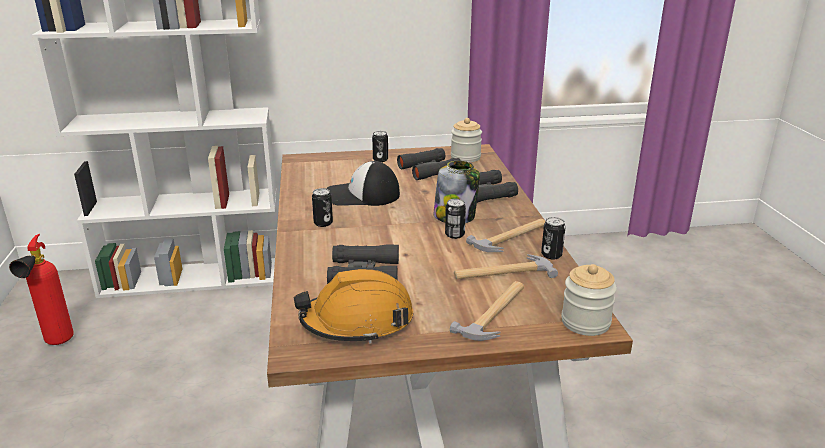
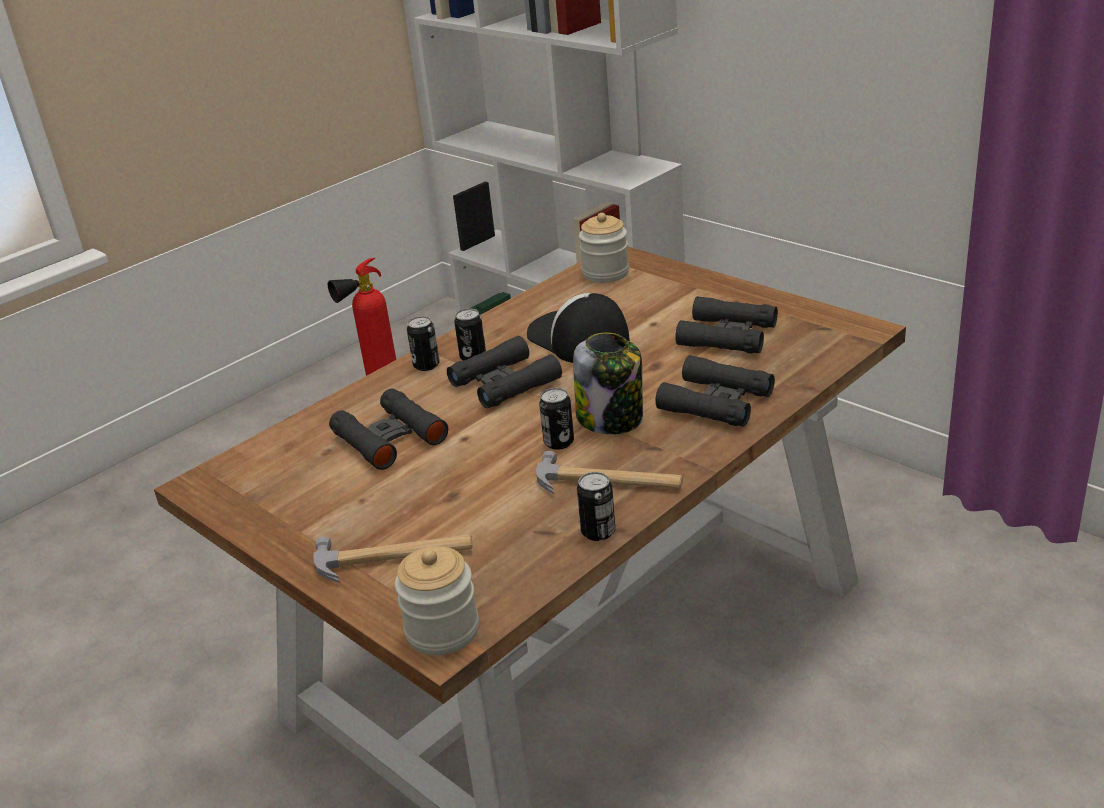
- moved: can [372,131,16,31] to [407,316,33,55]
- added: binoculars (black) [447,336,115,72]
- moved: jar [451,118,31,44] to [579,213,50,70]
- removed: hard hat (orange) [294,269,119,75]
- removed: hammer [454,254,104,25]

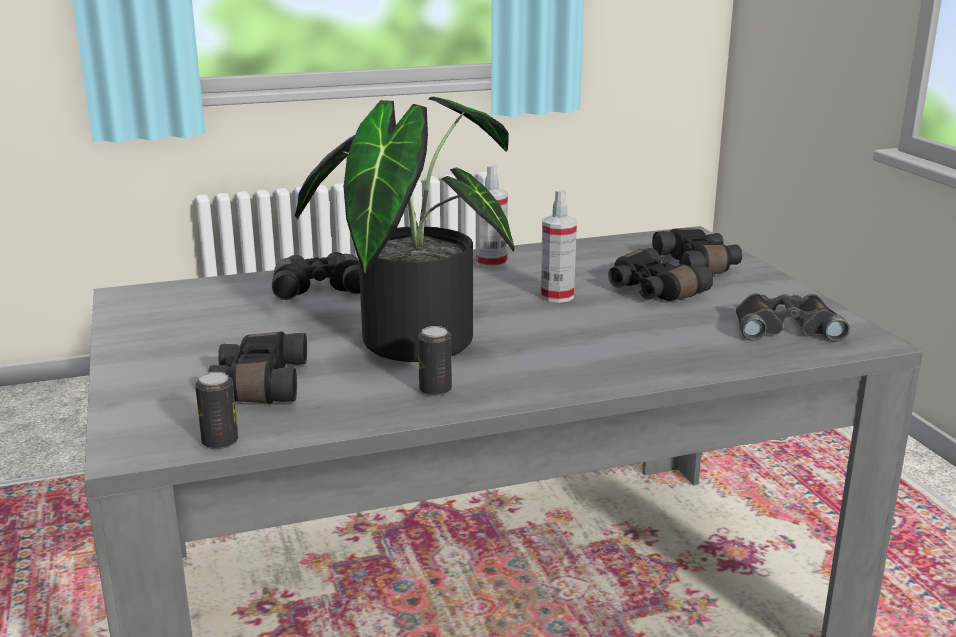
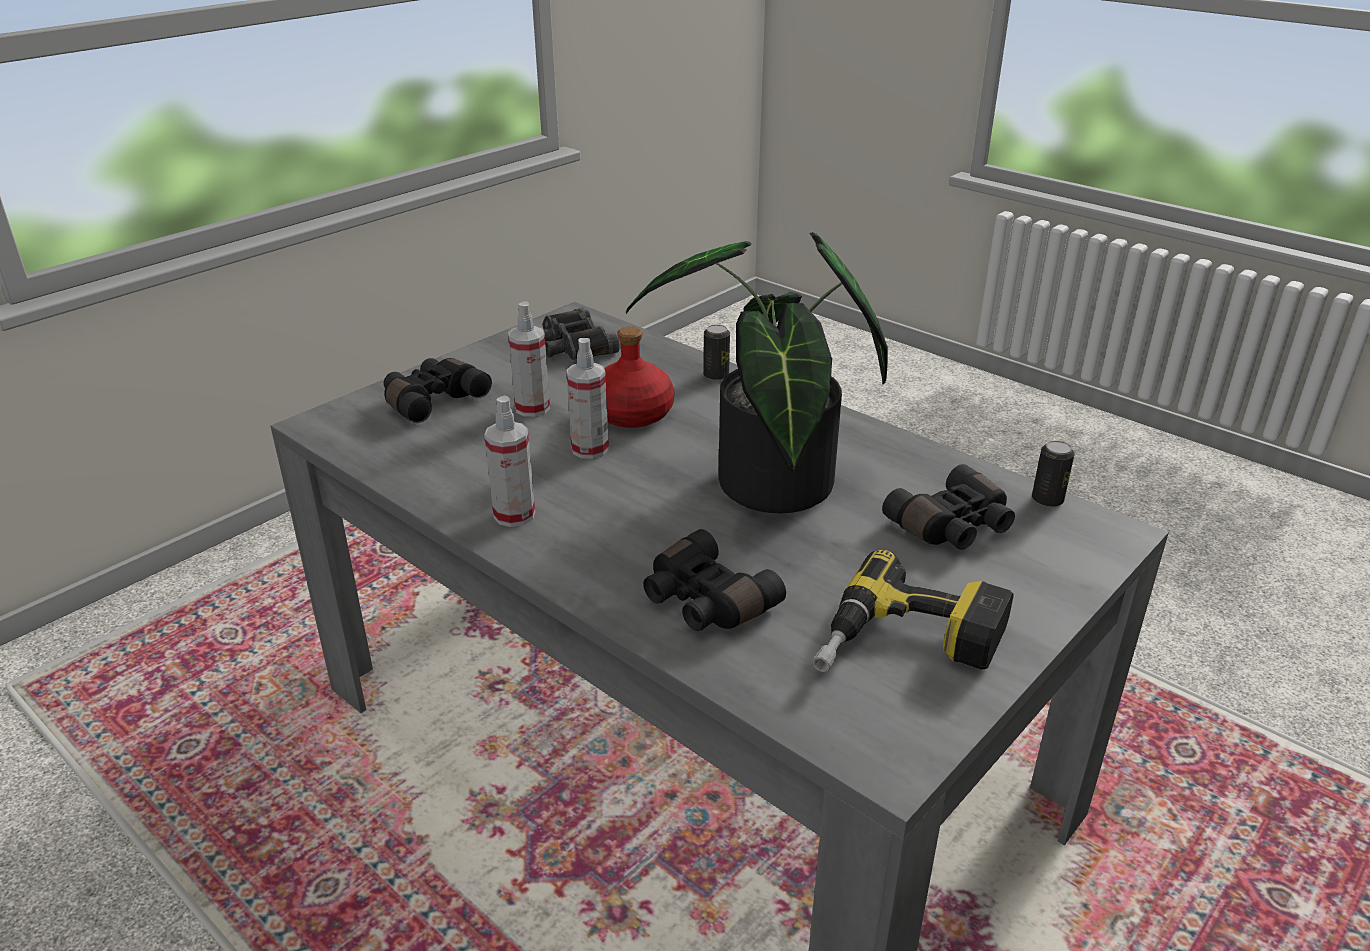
- replaced: binoculars (black) [608,248,105,53] to spray bottle [508,301,42,116]
- added: bottle (red) [604,326,70,102]
- moved: can [418,326,34,70] to [703,325,27,56]
- added: power drill [812,550,202,122]

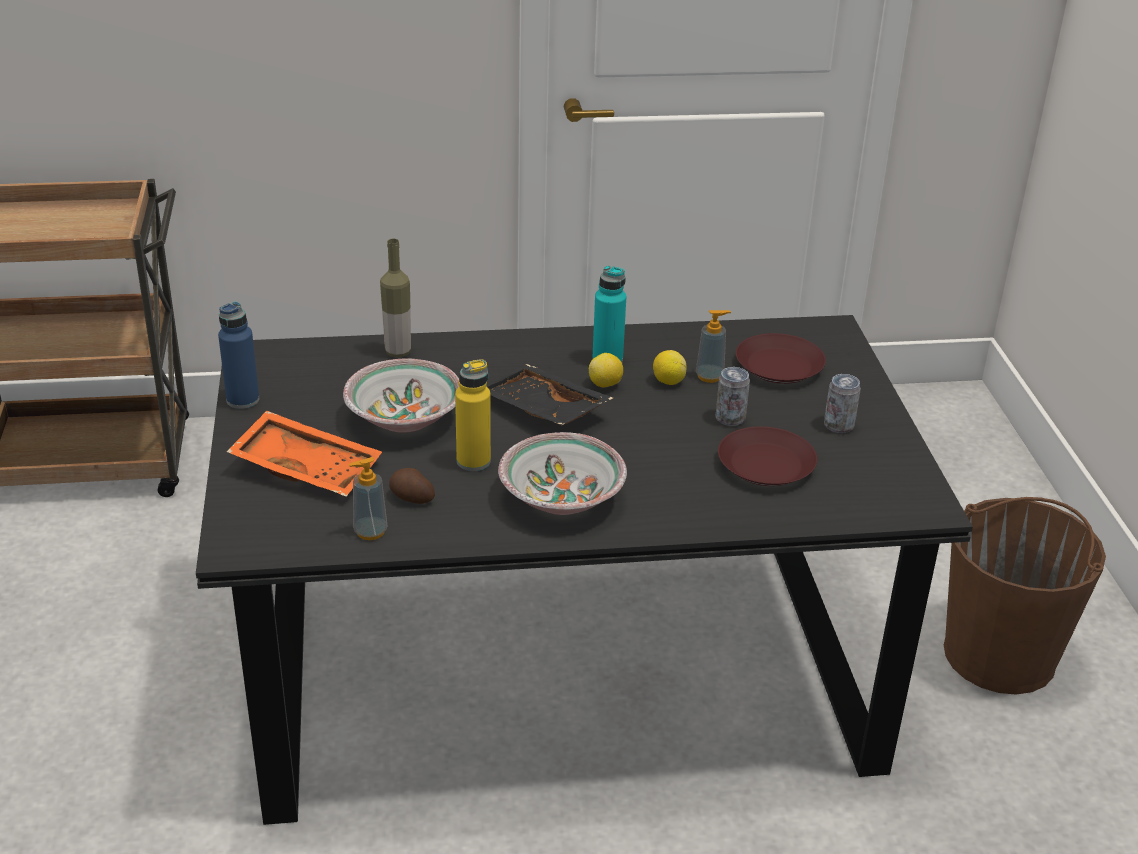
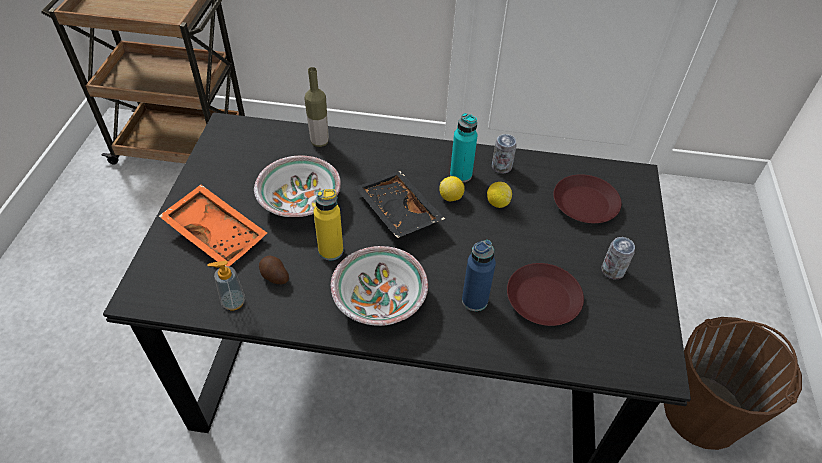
- moved: bottle (blue) [218,302,41,107] to [462,240,34,71]
- moved: can [715,367,35,59] to [492,134,24,39]
- removed: soap dispenser [696,310,35,73]

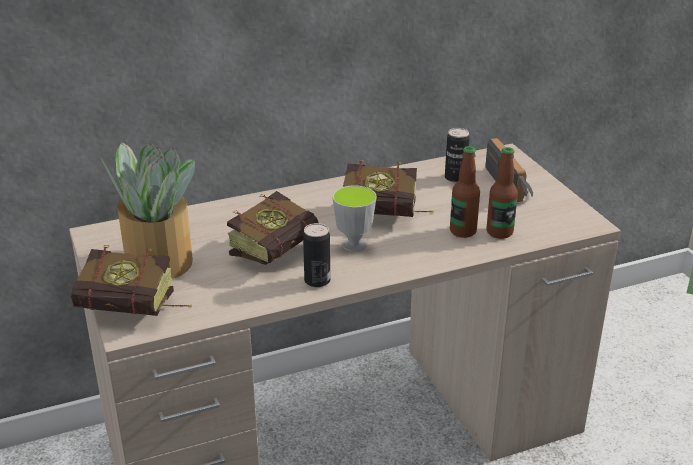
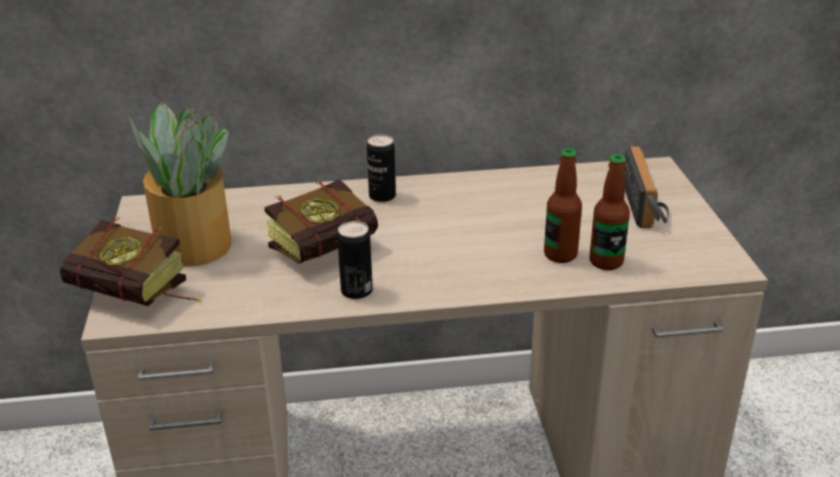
- moved: can [445,128,25,55] to [367,135,29,67]
- removed: cup [332,185,45,67]
- removed: book [343,160,91,57]

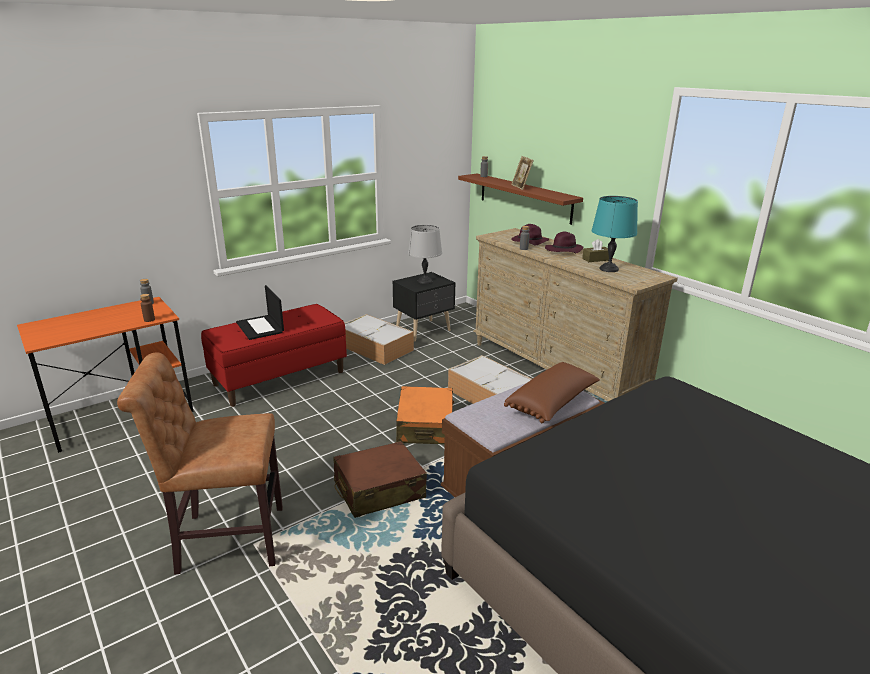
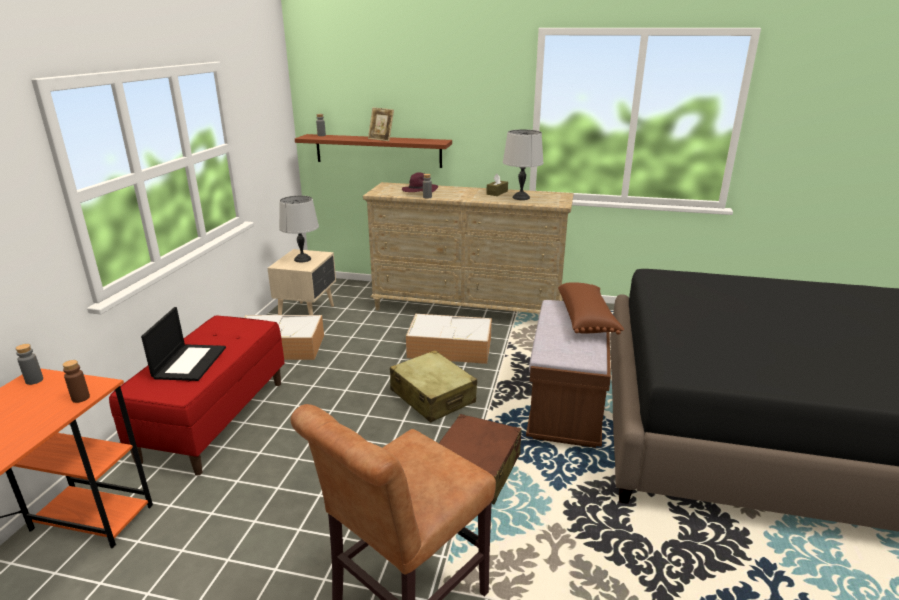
- turned: laptop [236,285,48,55] = [141,307,85,74] 105 degrees counterclockwise
- recoloured: nightstand (black) [393,272,63,70] to nightstand (beige) [267,249,69,66]
- recoloured: suitcase (orange) [396,386,58,58] to suitcase (beige) [390,350,87,73]
- recoloured: table lamp (turquoise) [592,196,46,76] to table lamp (grey) [503,129,41,71]
- removed: hat (purple) [545,232,39,21]

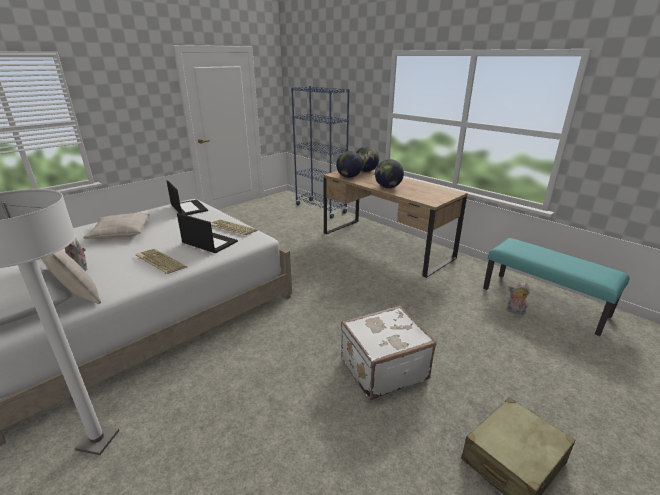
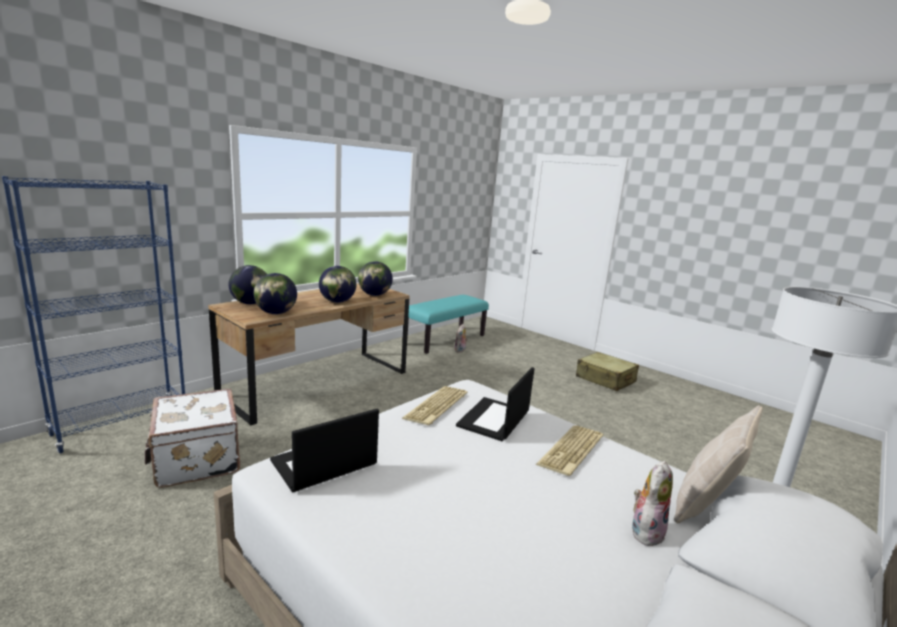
- moved: suitcase (white) [341,305,96,95] to [145,389,95,99]
- added: globe [358,261,35,35]
- removed: pillow (beige) [83,213,67,26]

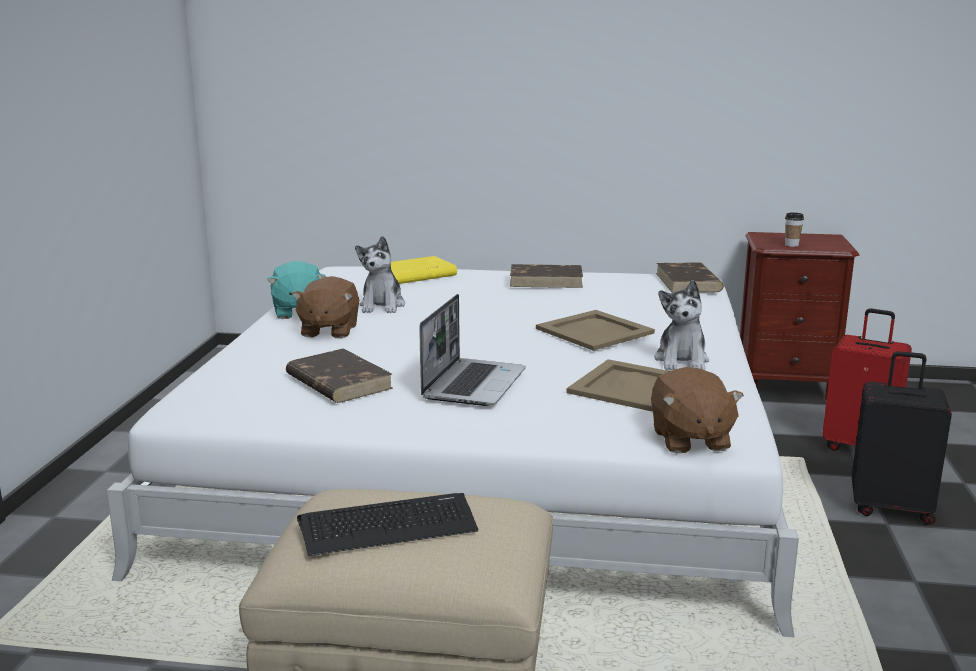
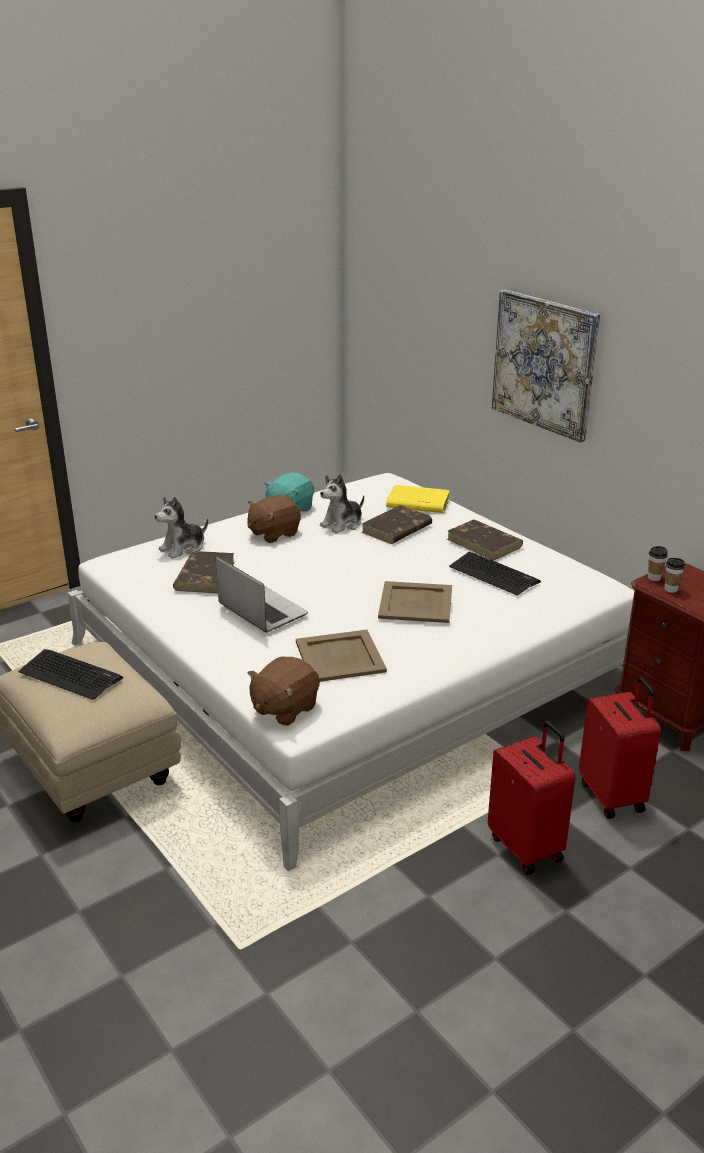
- moved: plush toy [654,280,55,90] to [155,496,53,63]
- turned: laptop [419,294,107,112] = [216,556,92,77] 105 degrees counterclockwise
- moved: book (brown) [656,262,68,31] to [362,505,70,39]
- added: keyboard [449,552,92,44]
- recoloured: suitcase (black) [852,351,100,174] to suitcase (red) [488,721,88,154]
- added: picture [492,289,108,154]
- added: cup [648,546,20,35]

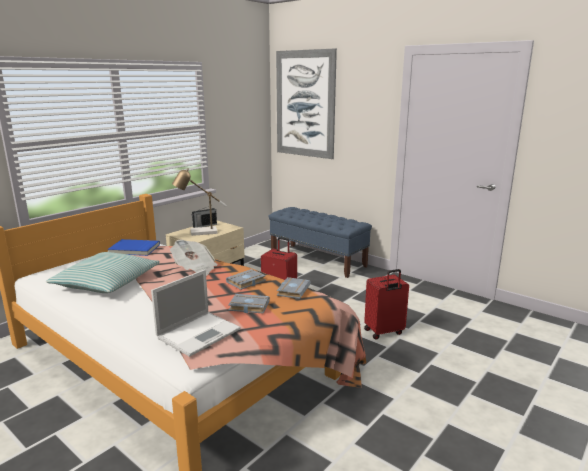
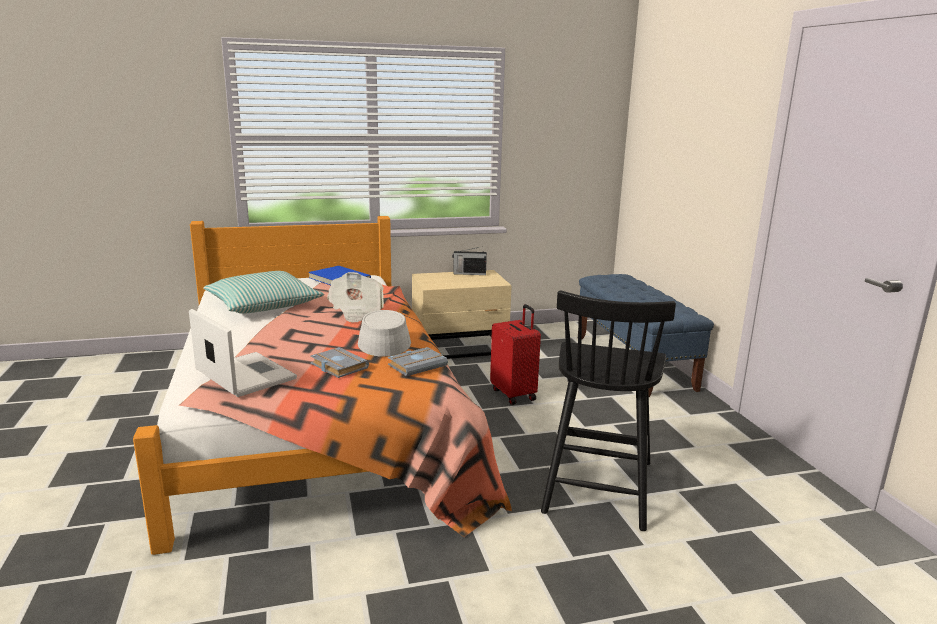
- turned: laptop [151,270,90,87] = [189,309,108,88] 120 degrees counterclockwise
- replaced: book (grey) [226,269,40,21] to hat (grey) [358,310,53,47]
- replaced: suitcase (red) [364,269,45,71] to chair (black) [541,290,135,241]
- removed: table lamp [172,169,55,67]
- removed: picture [276,48,61,111]

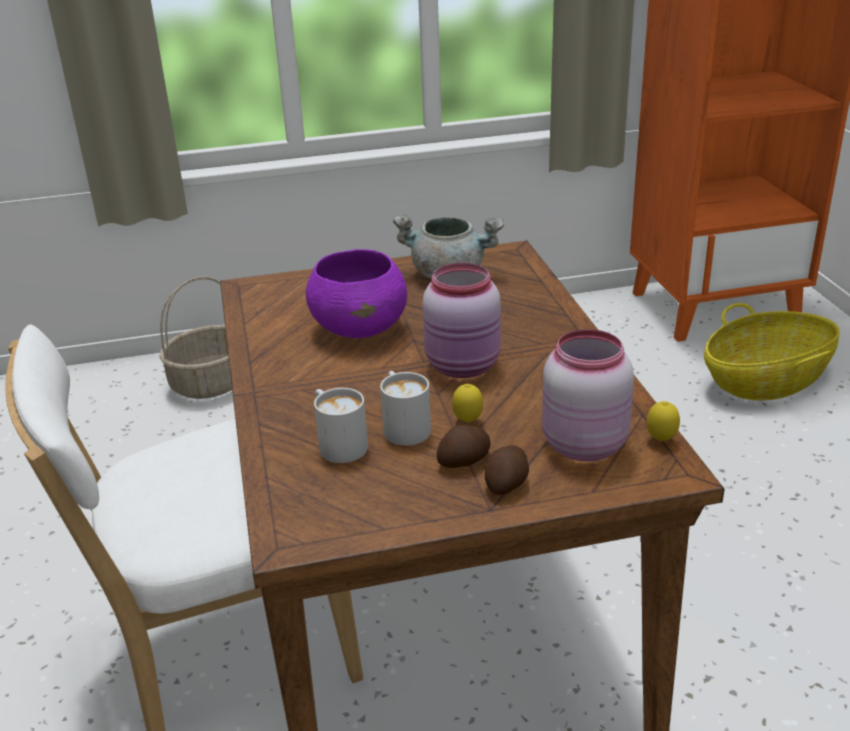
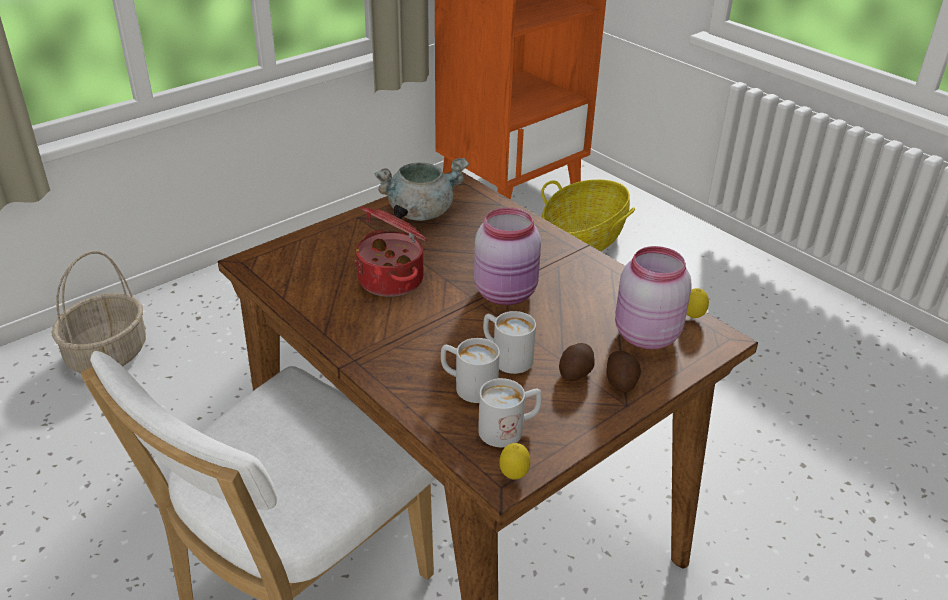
- replaced: bowl (purple) [306,249,101,89] to cooking pot [355,205,72,92]
- added: mug (white) [478,378,64,69]
- moved: lemon [452,384,31,38] to [499,443,31,36]

